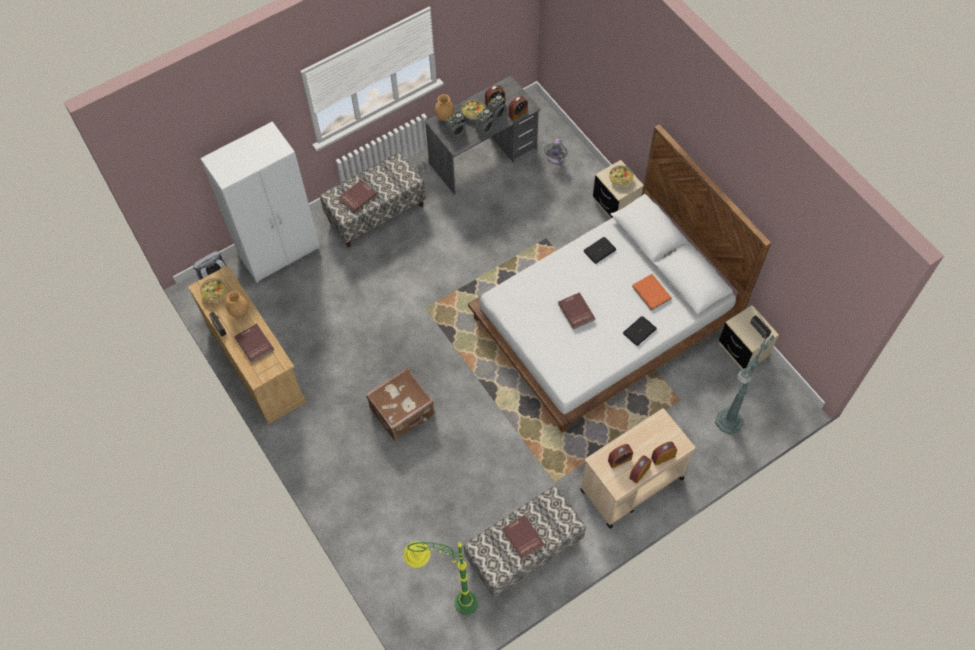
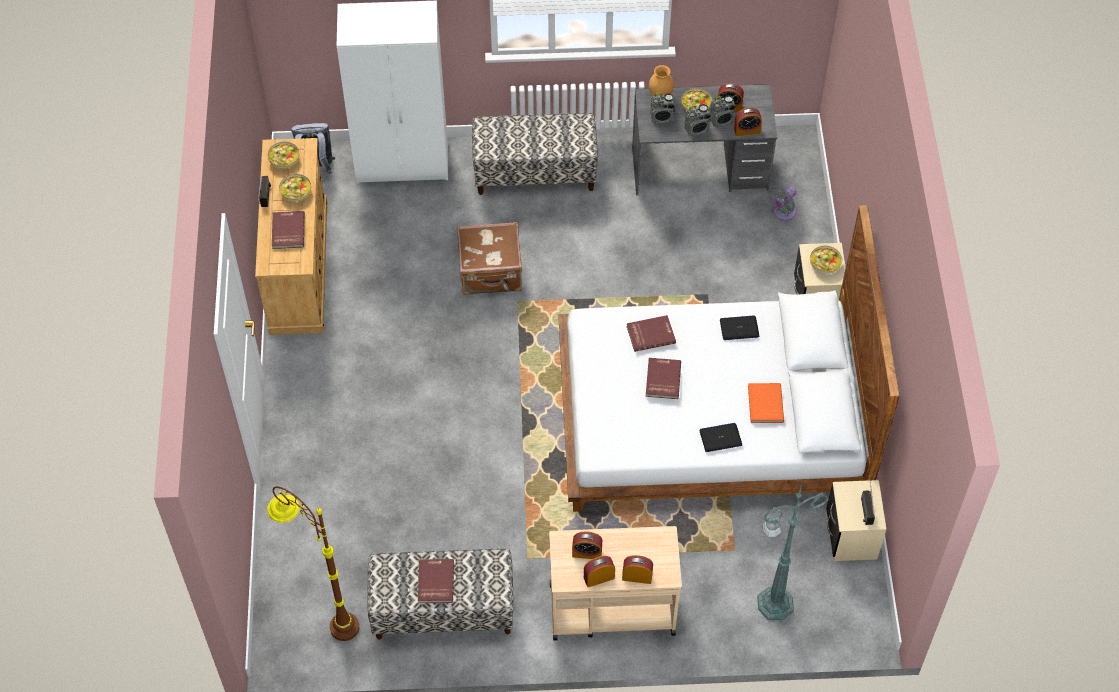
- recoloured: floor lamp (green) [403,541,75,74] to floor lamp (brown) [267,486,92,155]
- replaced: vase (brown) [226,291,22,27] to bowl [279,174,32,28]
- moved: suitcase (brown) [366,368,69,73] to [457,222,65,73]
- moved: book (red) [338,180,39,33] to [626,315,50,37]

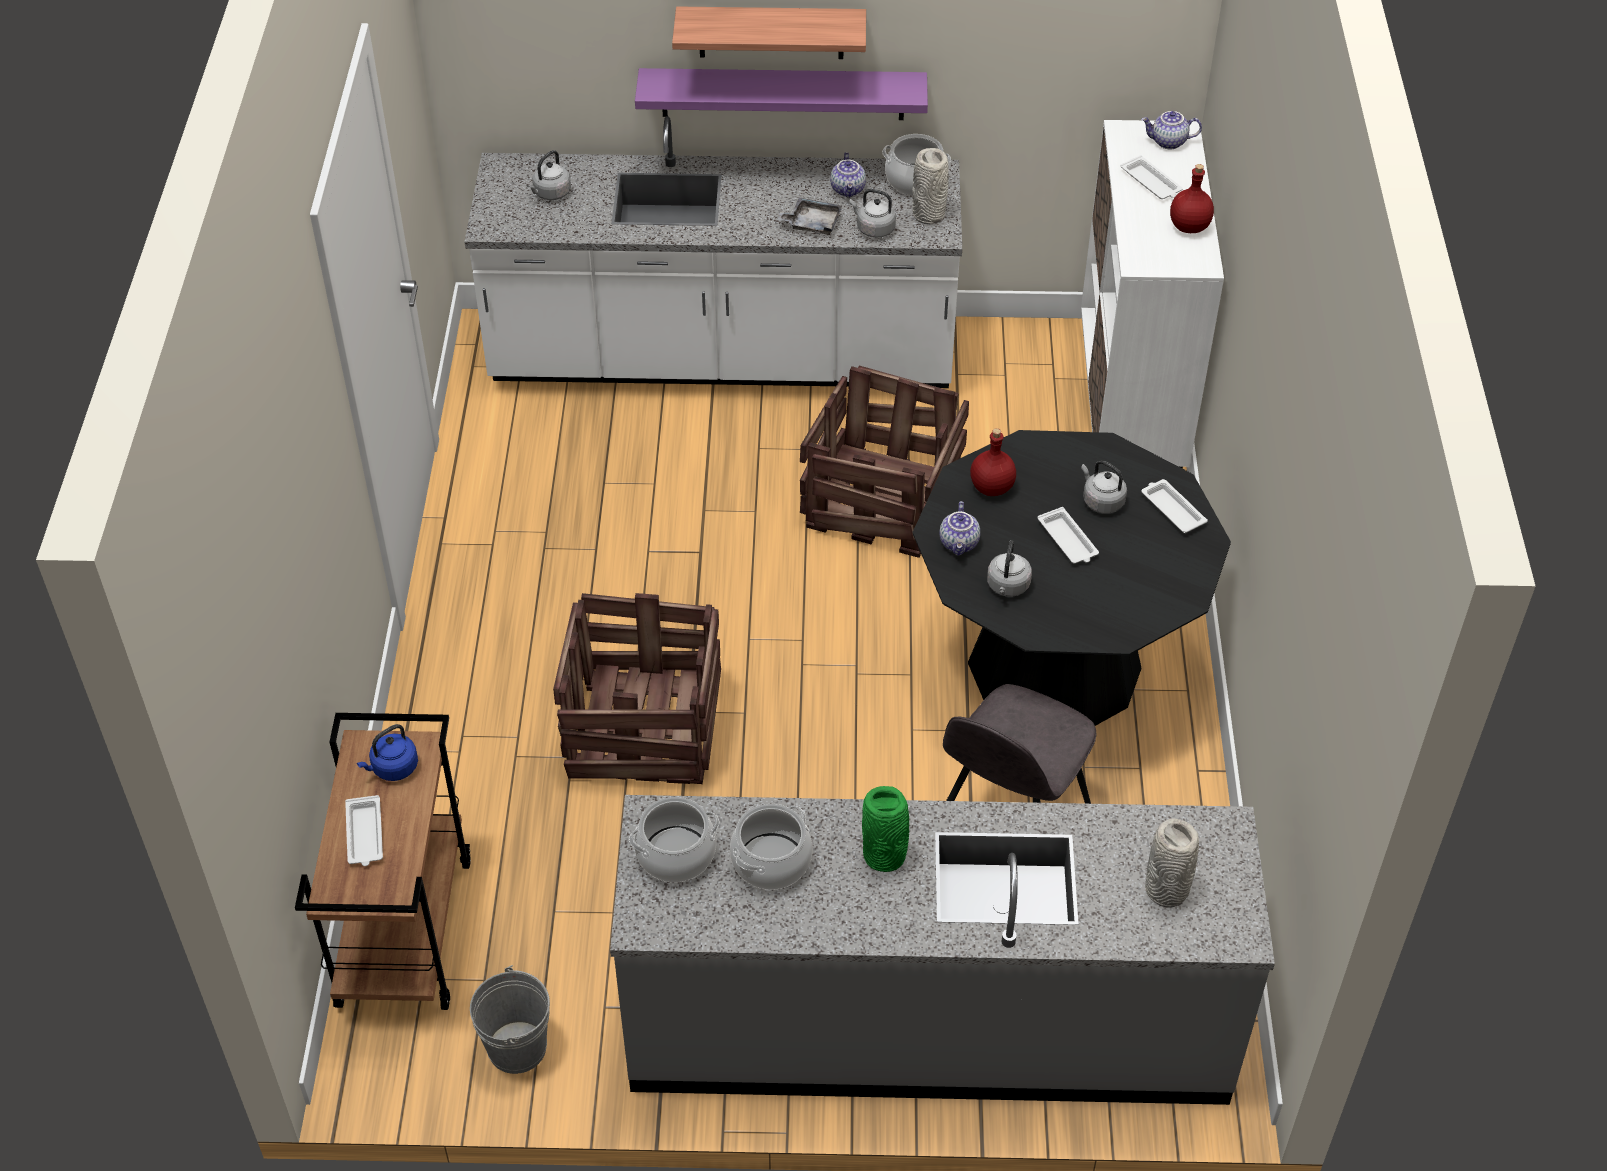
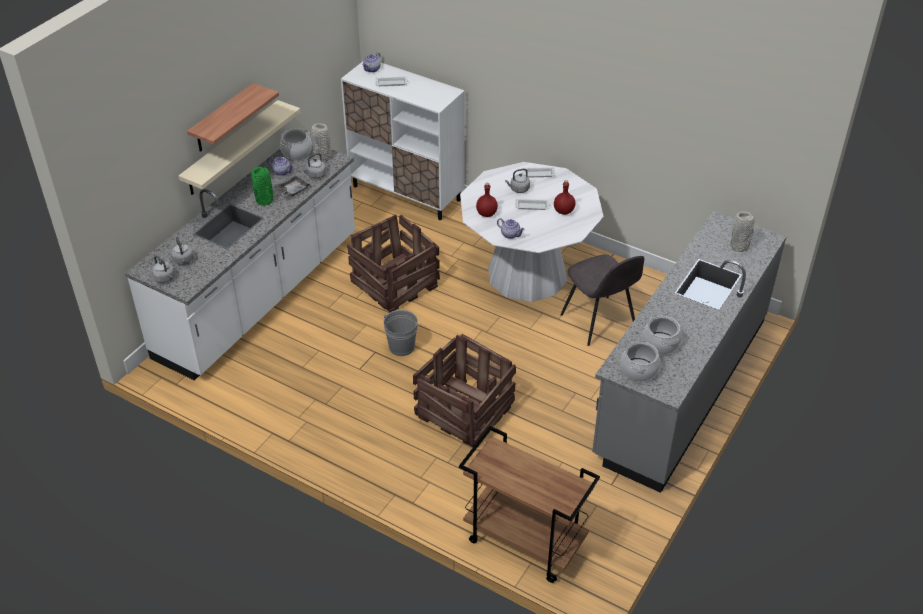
- moved: kettle (grey) [987,540,45,57] to [152,256,23,27]
- recoloured: shelf (purple) [635,68,293,52] to shelf (beige) [178,100,123,95]
- moved: vase (green) [862,786,47,86] to [251,167,22,39]
- moved: bucket (grey) [470,965,80,109] to [384,310,35,46]
- recoloured: dining table (black) [913,430,318,296] to dining table (white) [460,162,144,140]
- moved: bottle (red) [1170,164,44,69] to [554,180,21,35]
- removed: tray (white) [345,795,38,71]
- removed: kettle (blue) [357,724,61,57]

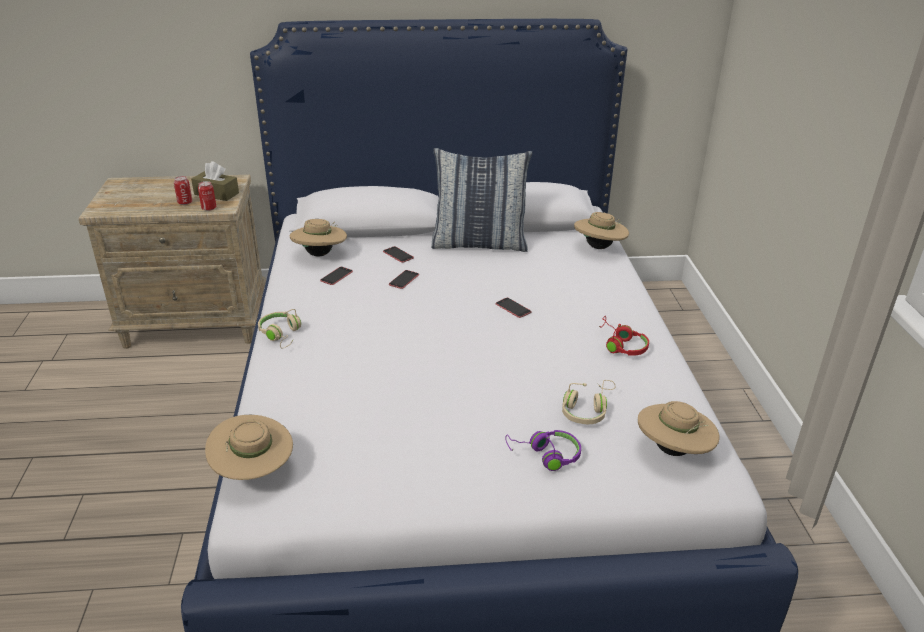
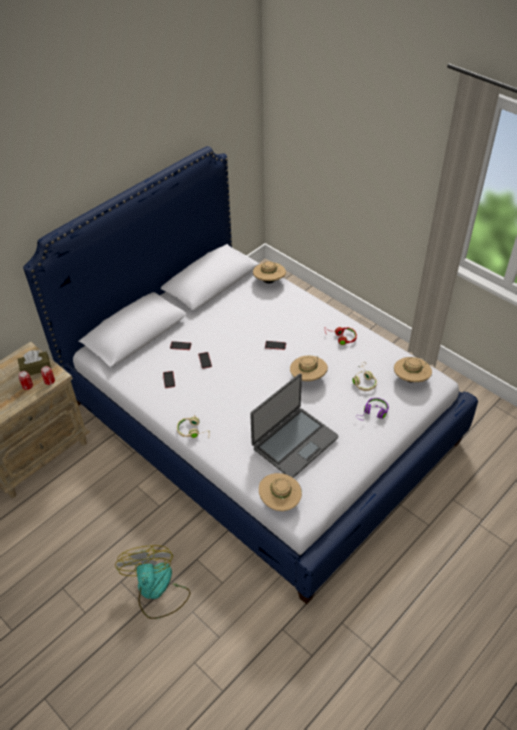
- added: fan [115,545,76,74]
- added: laptop [250,374,88,104]
- moved: hat (beige) [290,219,57,38] to [290,356,38,25]
- removed: pillow [431,148,101,104]

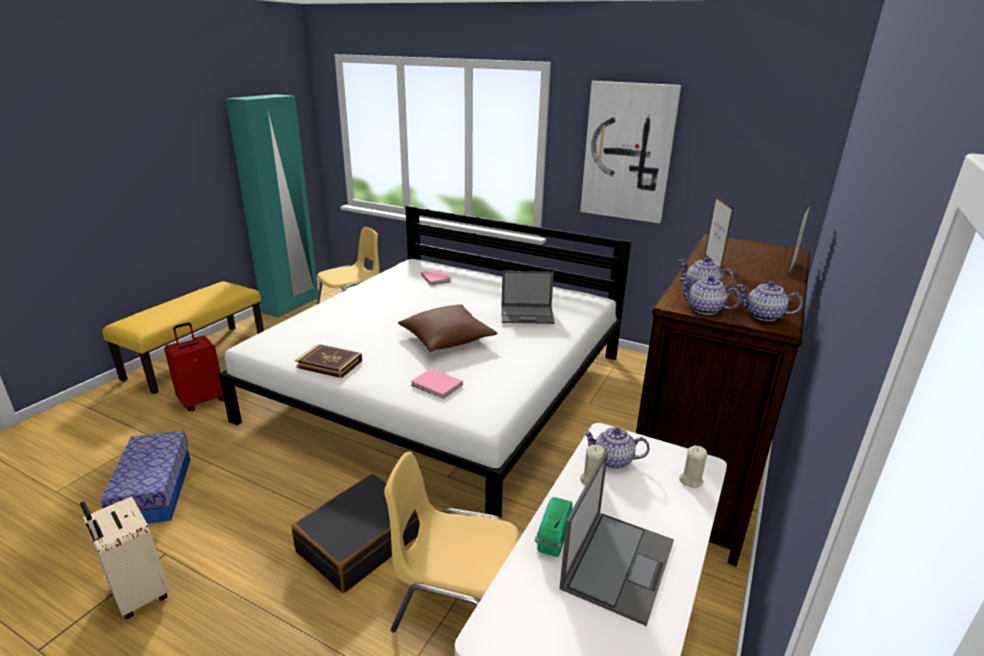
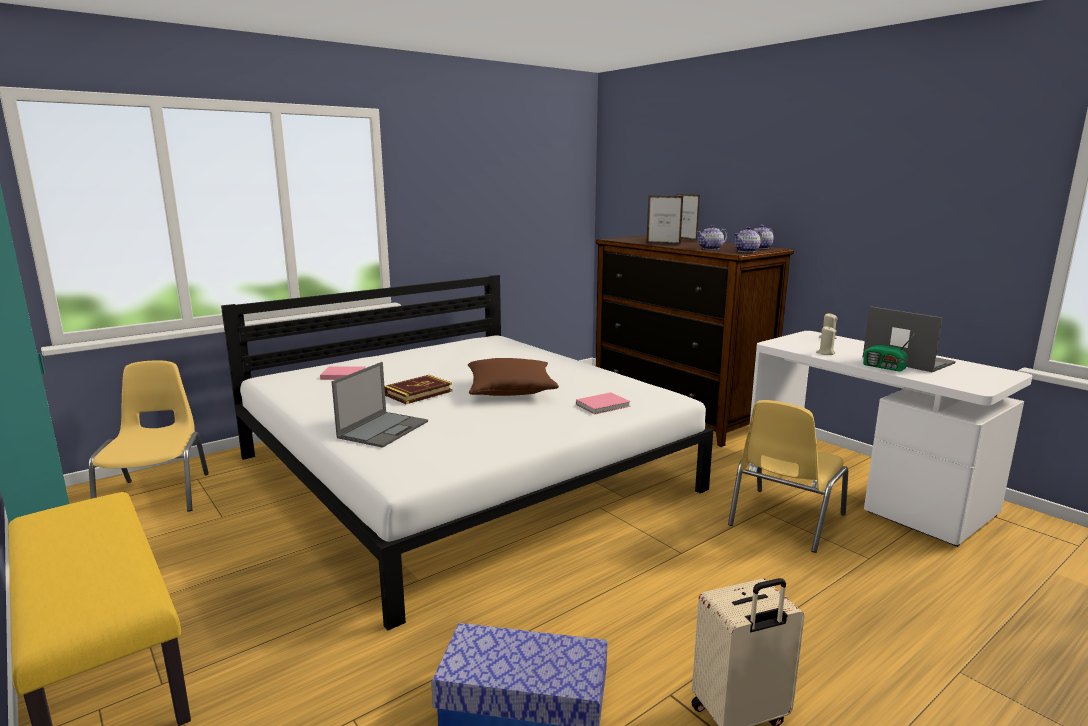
- moved: laptop [501,271,54,53] to [331,362,97,86]
- moved: book [295,344,67,34] to [384,375,68,29]
- removed: suitcase (red) [164,323,60,88]
- removed: suitcase (black) [292,474,127,119]
- removed: picture [580,81,101,142]
- removed: teapot [583,427,67,42]

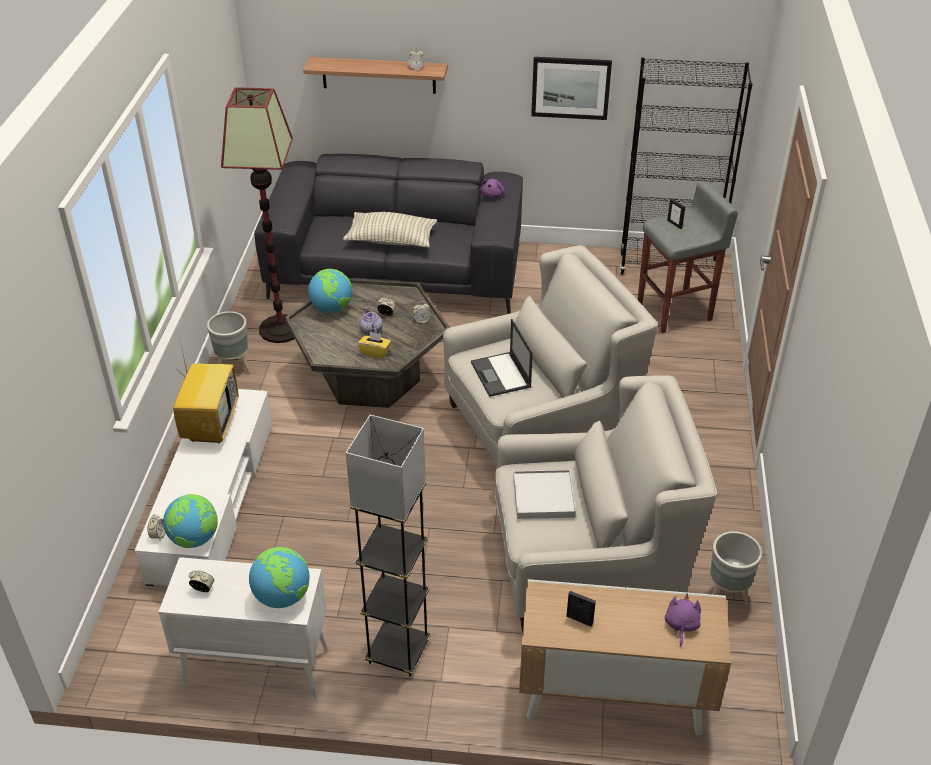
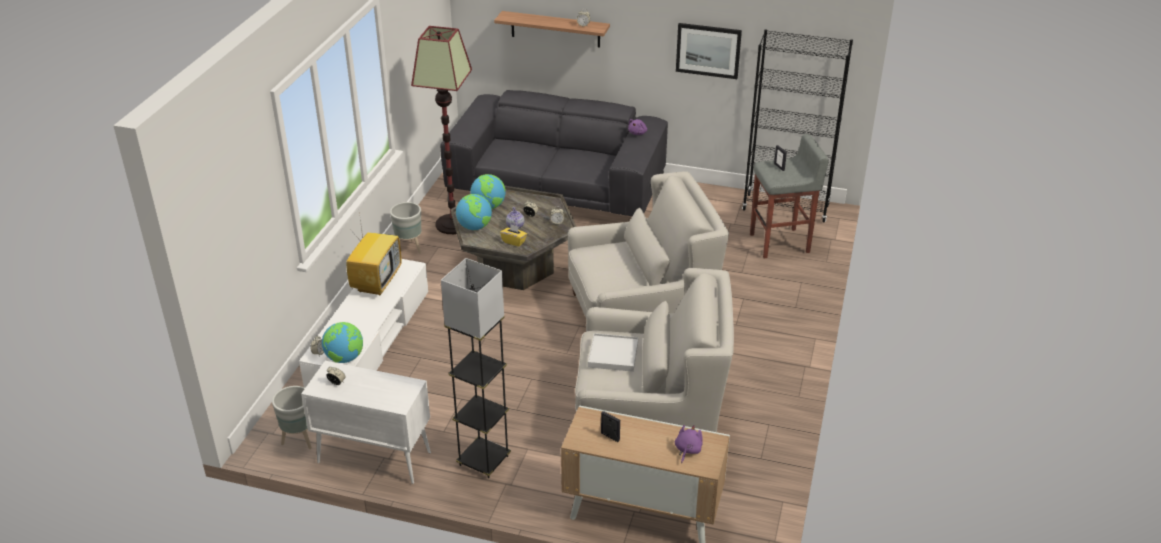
- moved: planter (grey) [710,531,52,75] to [272,386,40,63]
- moved: globe [249,547,60,61] to [456,194,36,36]
- removed: pillow [343,212,94,36]
- removed: laptop [471,319,62,78]

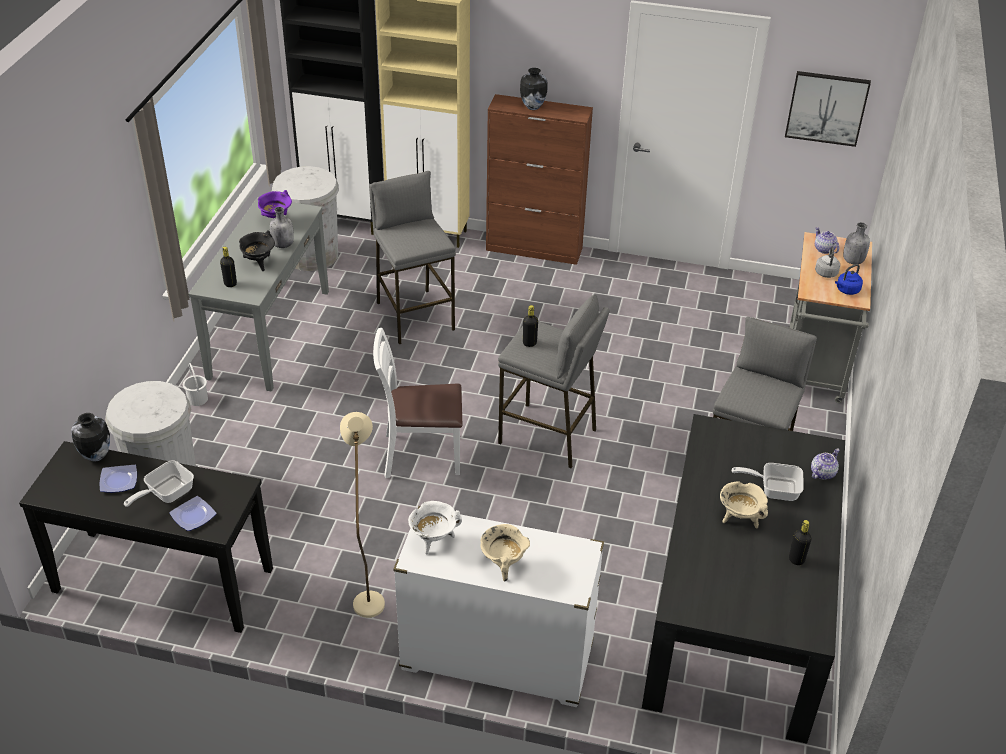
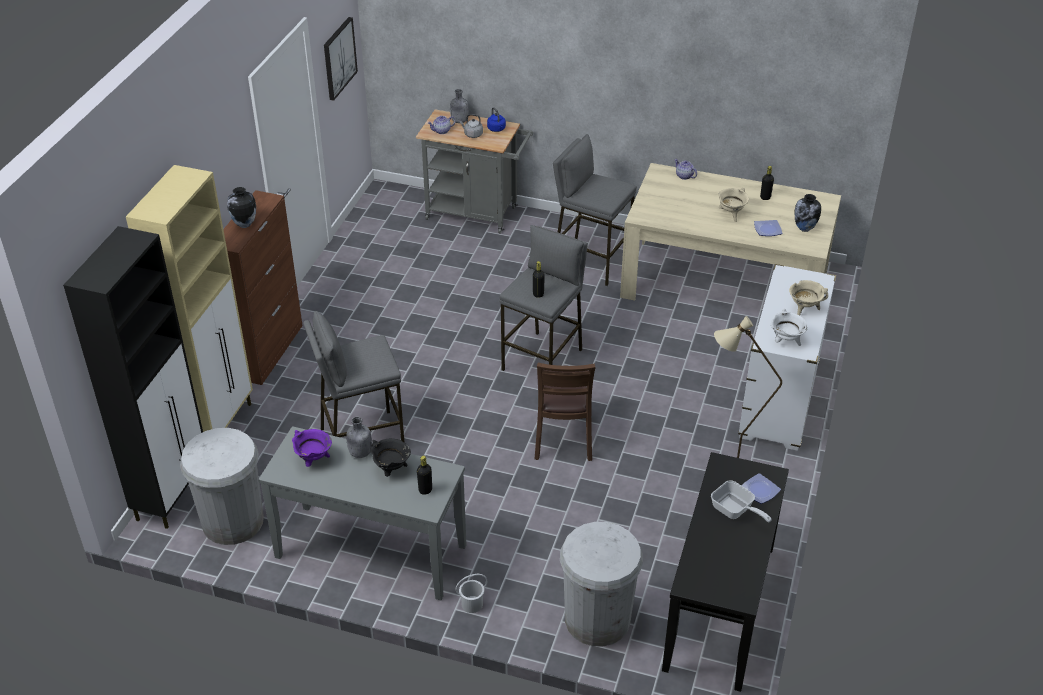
- recoloured: chair (white) [373,328,89,150] to chair (brown) [535,363,61,98]
- recoloured: dining table (black) [642,414,203,330] to dining table (beige) [620,163,221,138]
- moved: plate [99,465,38,28] to [754,220,28,16]
- moved: vase [71,413,39,49] to [795,194,26,38]
- removed: frying pan [732,463,72,38]

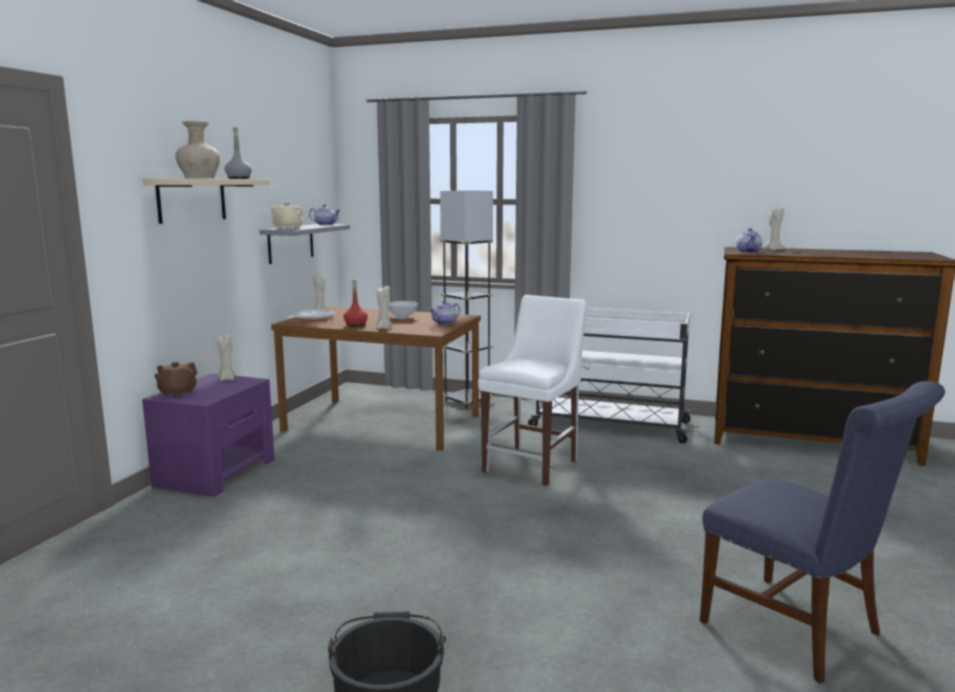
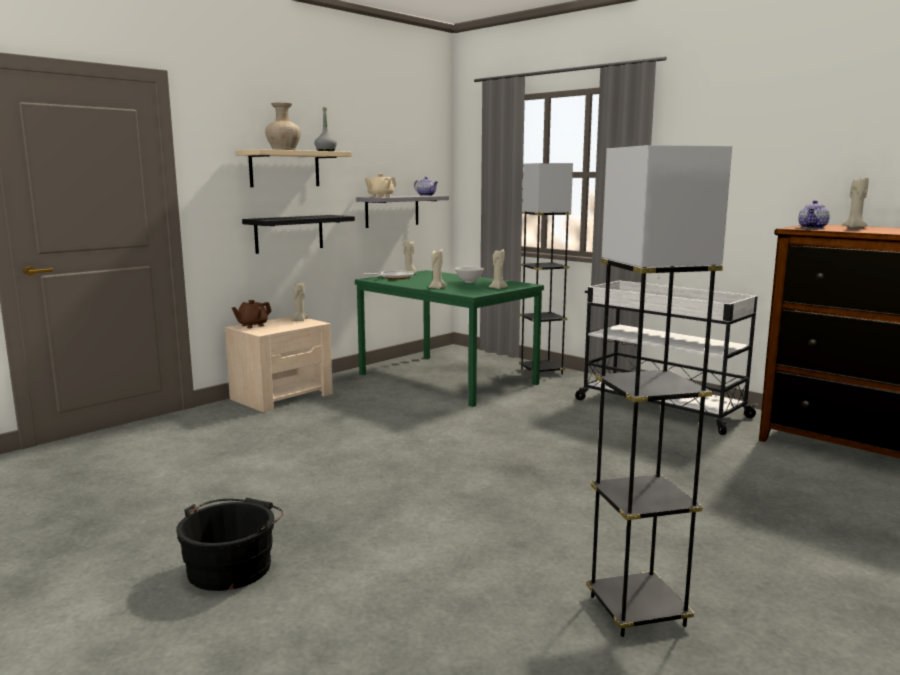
- recoloured: nightstand (purple) [142,374,133,123] to nightstand (beige) [225,316,108,96]
- added: shelf (black) [242,215,113,39]
- recoloured: dining table (brown) [271,306,210,145] to dining table (green) [355,270,189,137]
- replaced: teapot [429,301,31,23] to candle (beige) [489,248,19,41]
- replaced: chair (blue) [700,381,245,302] to floor lamp (grey) [586,145,146,492]
- removed: bottle (red) [344,279,24,48]
- removed: chair (white) [478,295,109,191]

